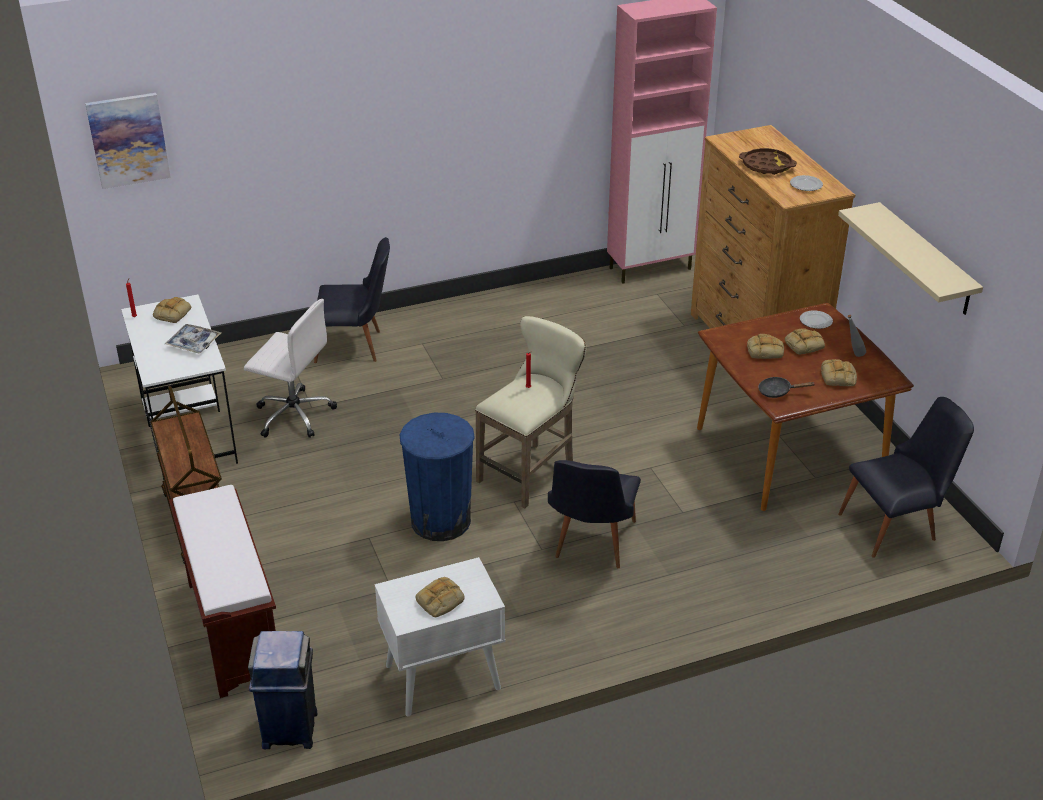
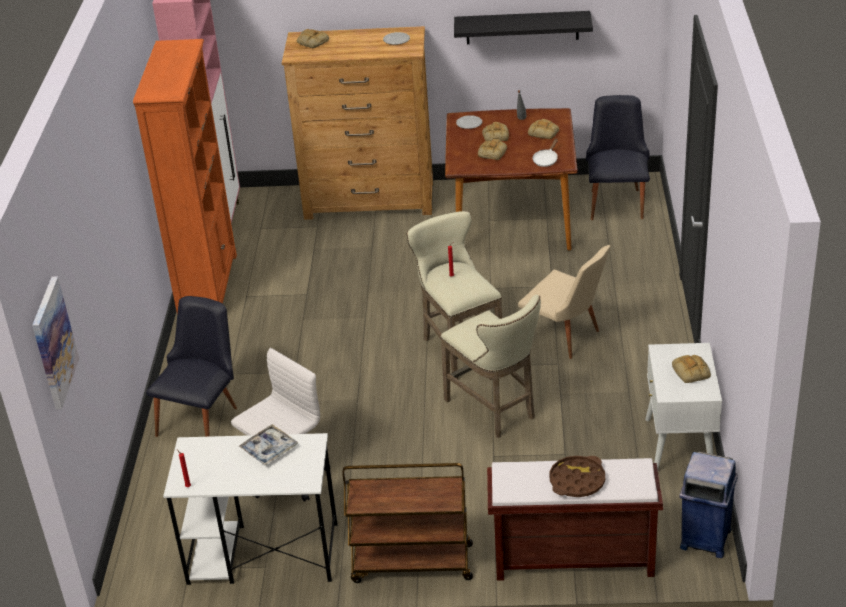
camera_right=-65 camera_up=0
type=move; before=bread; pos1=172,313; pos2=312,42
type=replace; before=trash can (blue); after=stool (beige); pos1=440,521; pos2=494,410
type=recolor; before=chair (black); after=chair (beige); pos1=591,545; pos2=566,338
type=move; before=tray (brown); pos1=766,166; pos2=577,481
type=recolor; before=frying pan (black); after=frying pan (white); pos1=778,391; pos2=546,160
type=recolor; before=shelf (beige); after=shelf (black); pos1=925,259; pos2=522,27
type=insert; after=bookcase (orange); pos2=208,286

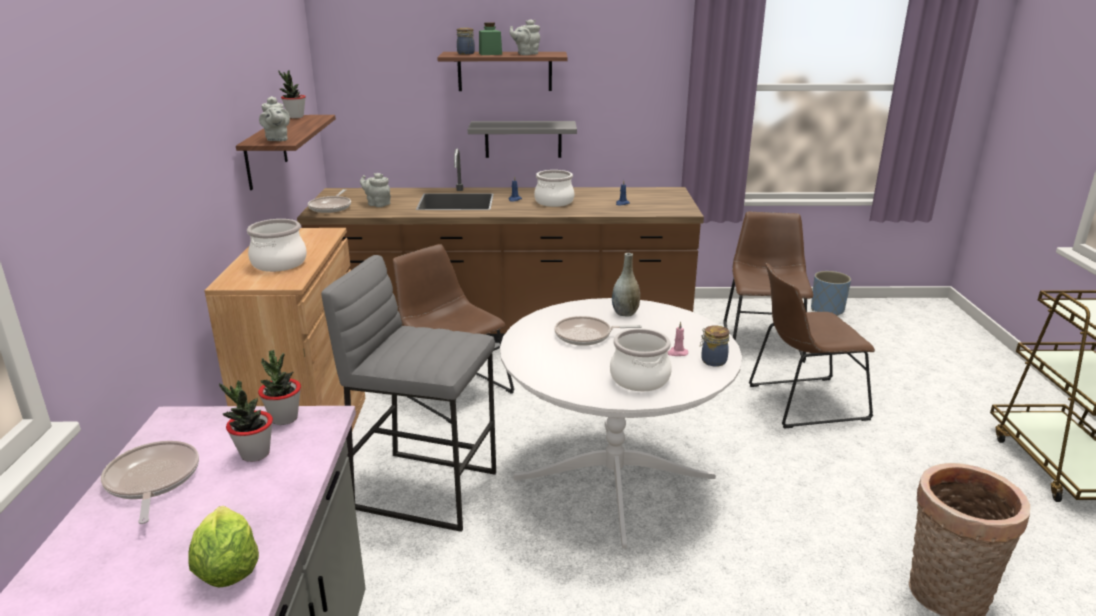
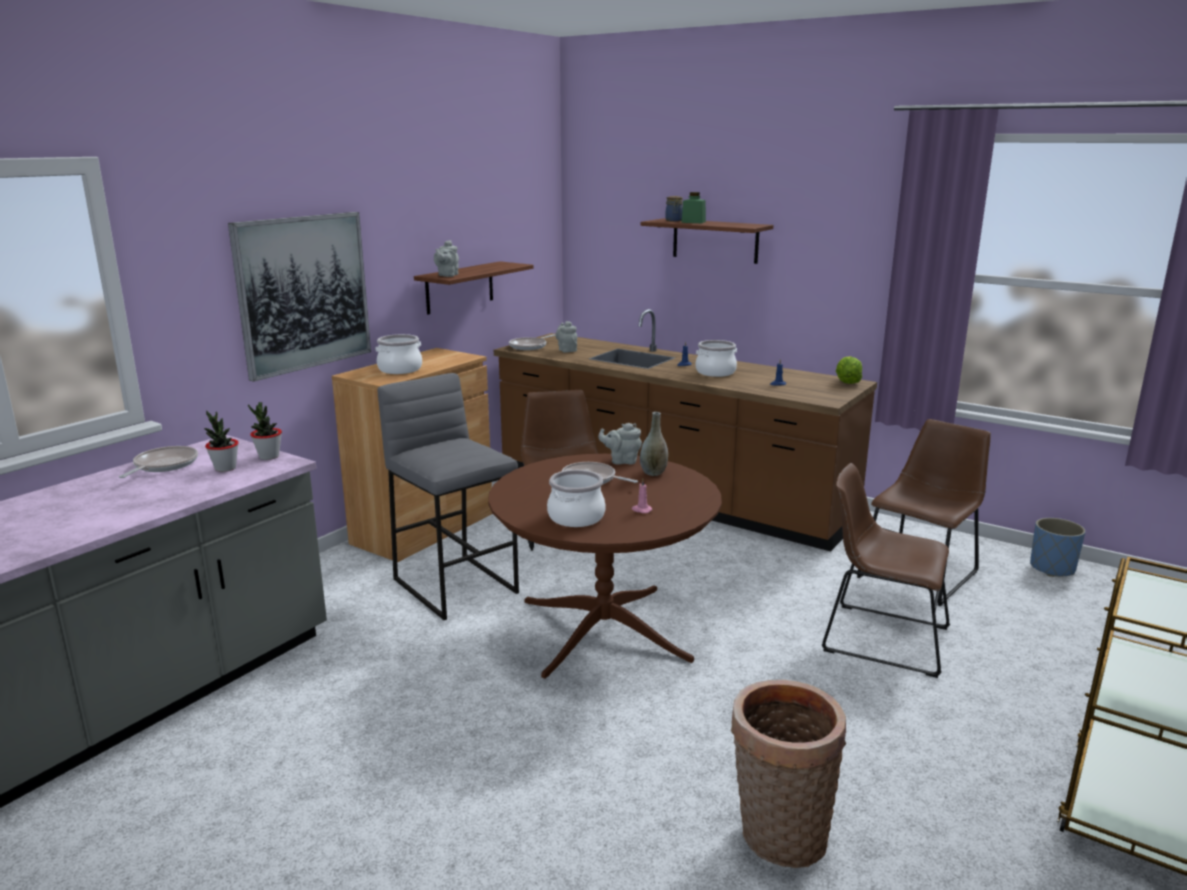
camera_right=35 camera_up=-5
type=move; before=lettuce; pos1=227,570; pos2=847,382
type=delete; before=potted plant; pos1=295,117
type=delete; before=shelf (grey); pos1=523,139
type=recolor; before=dining table (white); after=dining table (brown); pos1=613,478; pos2=604,629
type=move; before=teapot (grey); pos1=526,54; pos2=622,461
type=delete; before=jar; pos1=712,361
type=insert; after=picture; pos2=303,293

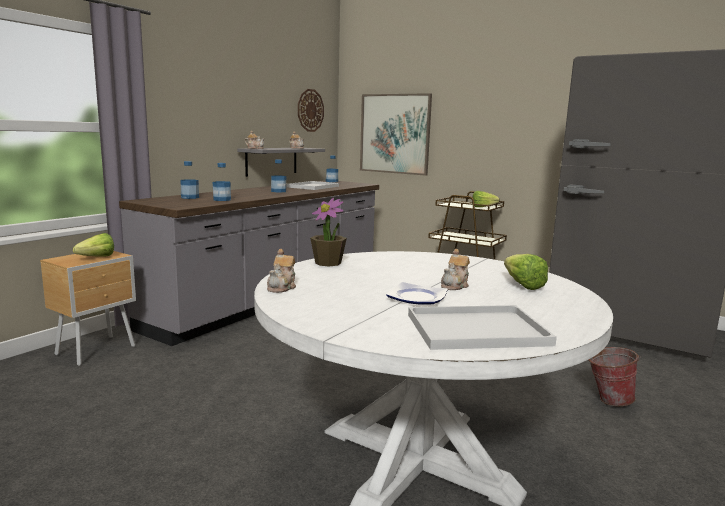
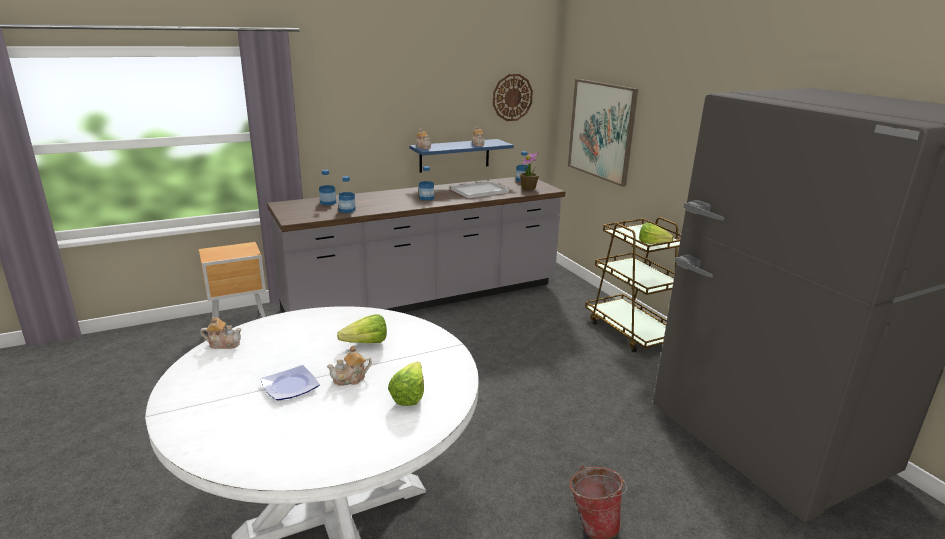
camera_right=30 camera_up=10
type=move; before=lettuce; pos1=93,258; pos2=362,344
type=recolor; before=shelf (grey); after=shelf (blue); pos1=271,161; pos2=454,155
type=rotate; before=teapot; pos1=282,287; pos2=224,344; turn=-135
type=move; before=potted plant; pos1=328,263; pos2=528,188
type=delete; before=tray (white); pos1=478,329

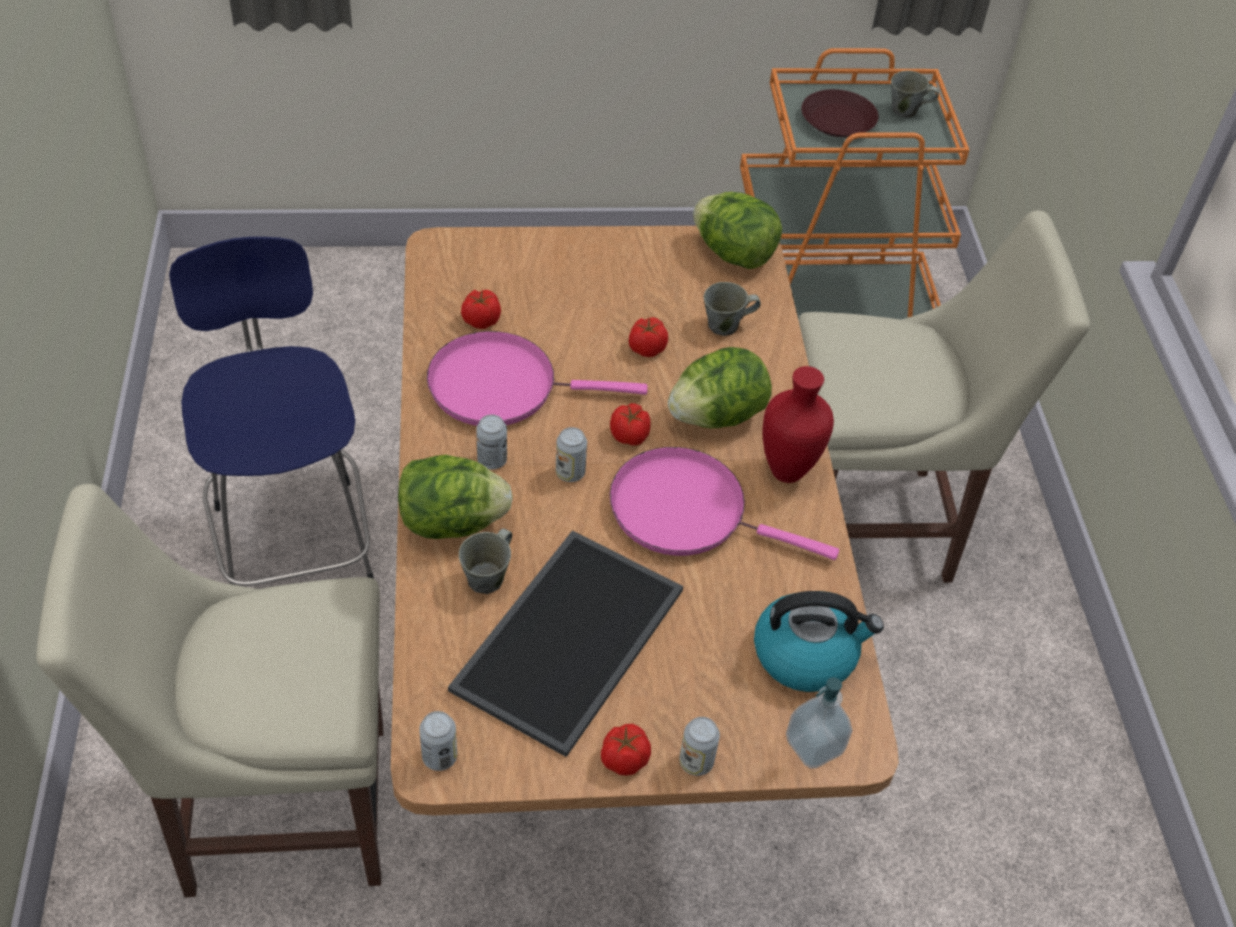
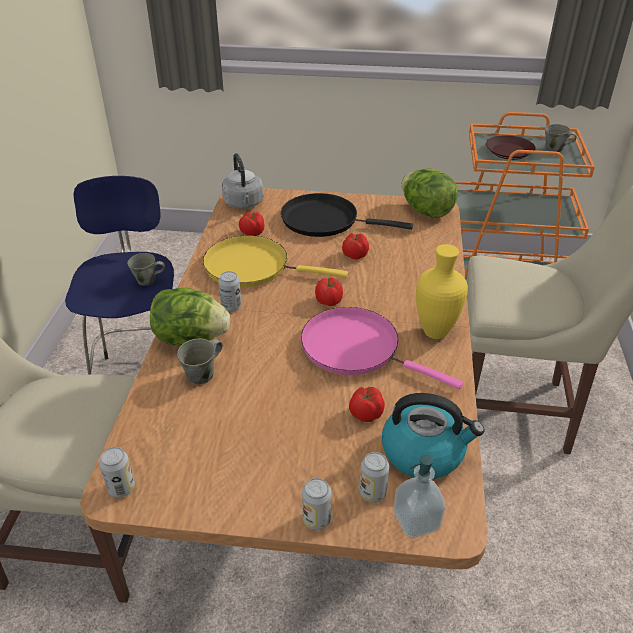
camera_right=15 camera_up=-10
type=recolor; before=frying pan (pink); after=frying pan (yellow); pos1=501,386; pos2=252,267
type=delete; before=tray; pos1=567,636
type=move; before=can; pos1=570,473; pos2=372,493
type=move; before=tomato; pos1=623,759; pos2=365,414
type=delete; before=lettuce; pos1=717,416
type=move; before=mug (grey); pos1=725,325; pos2=147,280
type=recolor; before=vase (red); after=vase (yellow); pos1=787,473; pos2=436,333
type=insert; after=kettle (grey); pos2=244,204
type=insert; after=frying pan (black); pos2=325,220

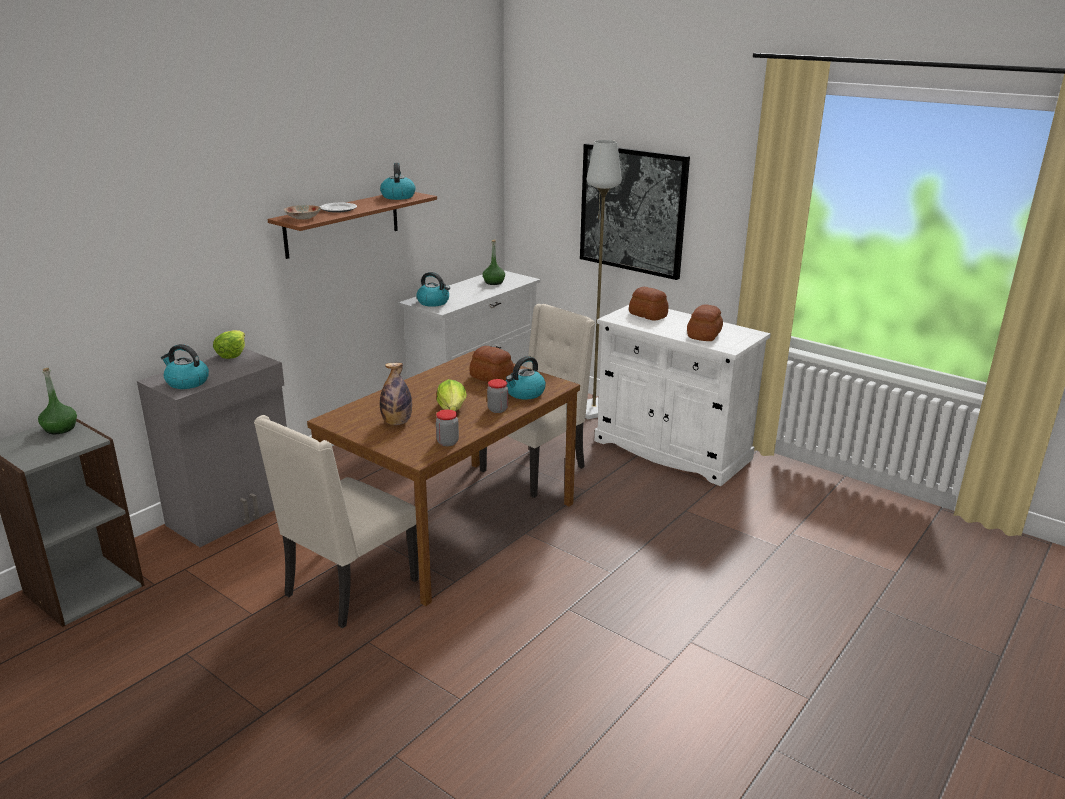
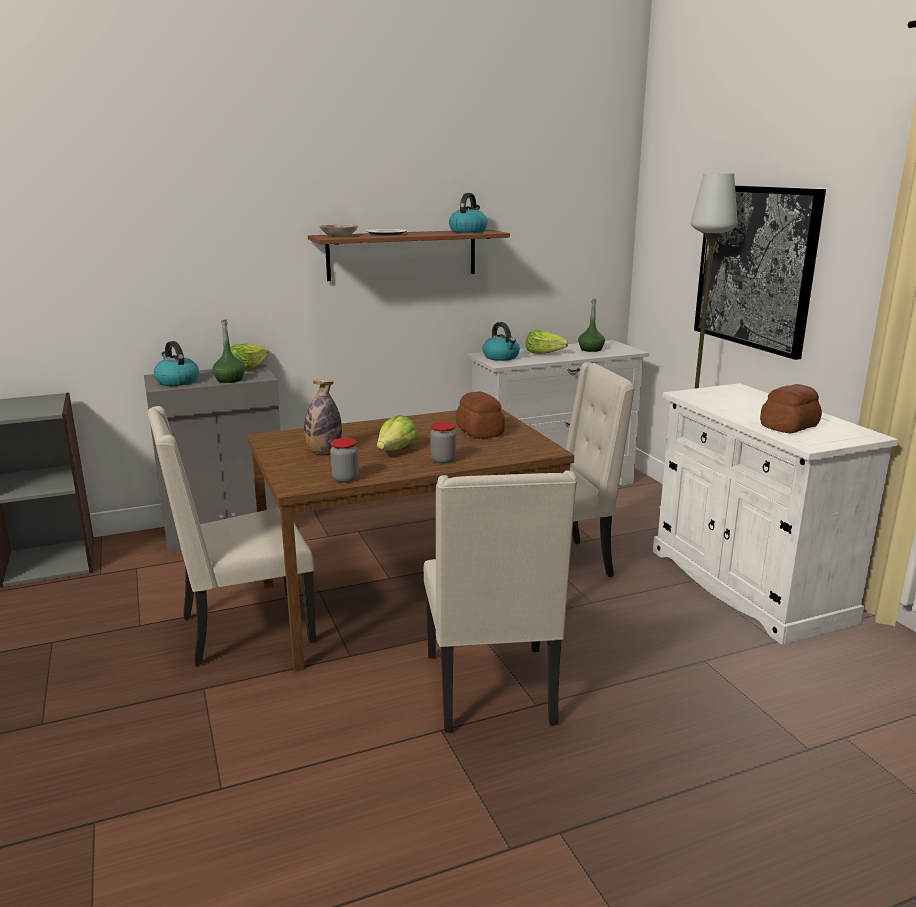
camera_right=30 camera_up=-5
type=move; before=bottle (green); pos1=60,429; pos2=229,380
type=delete; before=kettle; pos1=524,393
type=delete; before=bread; pos1=648,315
type=insert; after=chair (beige); pos2=492,690
type=insert; after=lettuce; pos2=544,353

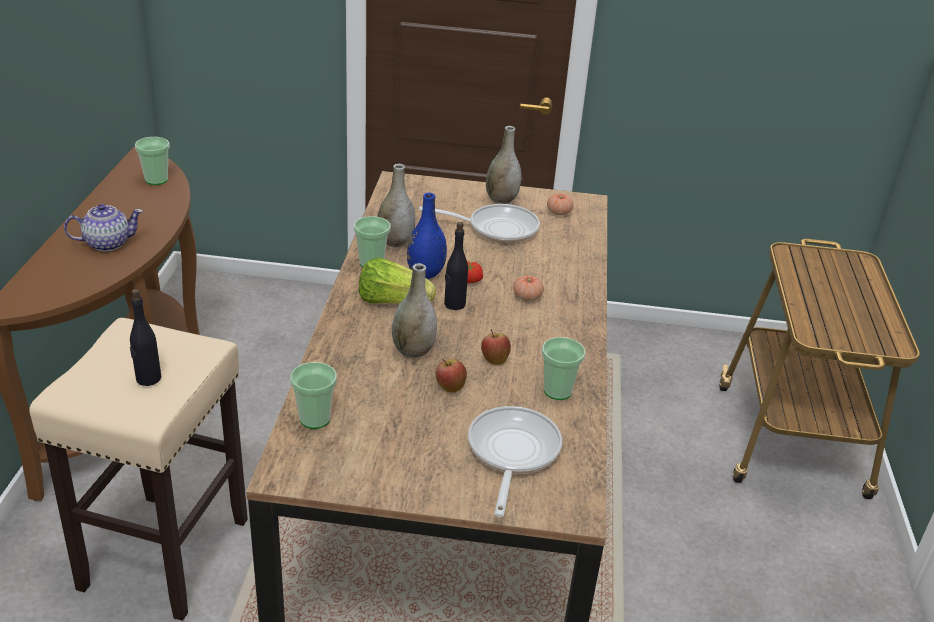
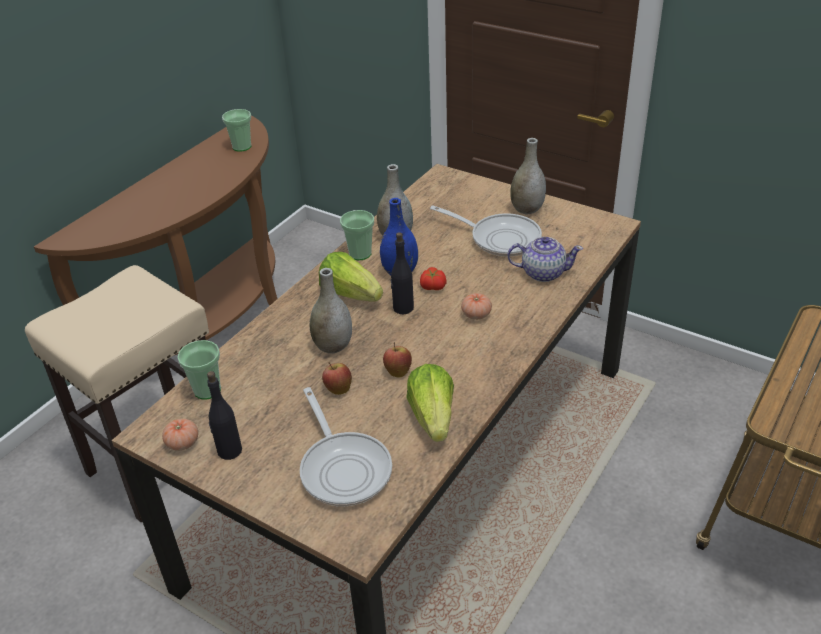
camera_right=30 camera_up=5
type=move; before=teapot; pos1=107,243; pos2=542,273
type=move; before=bottle (black); pos1=148,378; pos2=229,451
type=rotate; before=frying pan; pos1=511,454; pos2=344,468; turn=120
type=replace; before=cup; after=lettuce; pos1=557,391; pos2=433,417
type=move; before=tomato; pos1=559,212; pos2=182,443

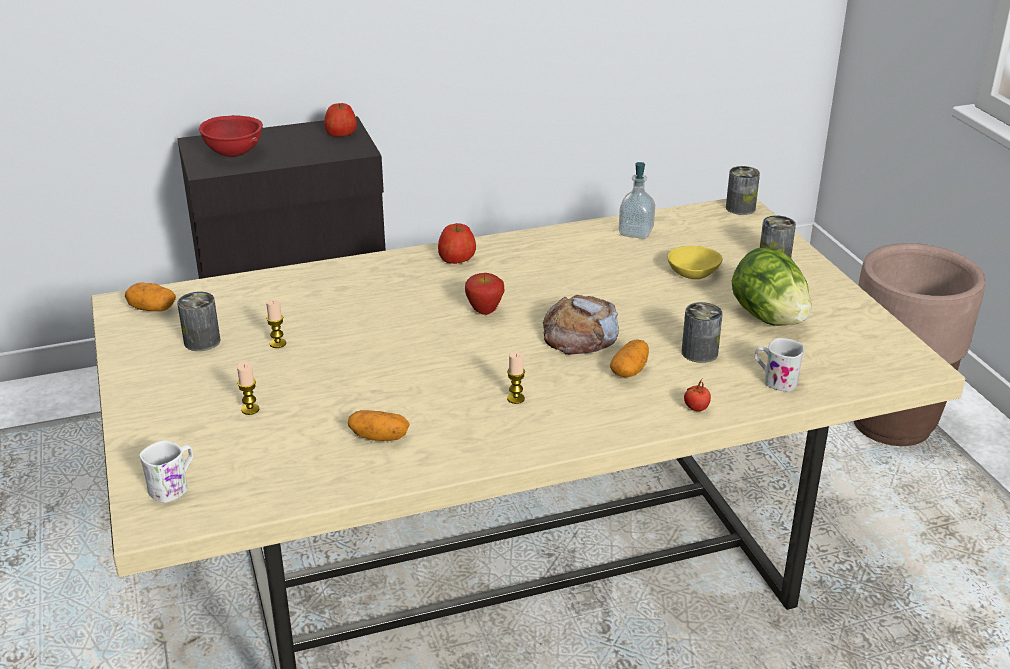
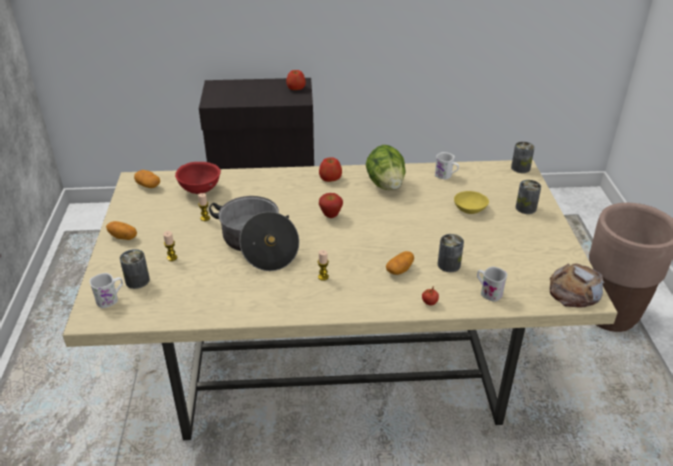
camera_right=15 camera_up=5
type=move; before=can; pos1=202,341; pos2=137,281
type=move; before=bowl (red); pos1=234,154; pos2=200,190
type=move; before=potato; pos1=379,437; pos2=123,237
type=move; before=bread; pos1=579,334; pos2=574,291
type=replace; before=soap dispenser; after=mug (white); pos1=635,232; pos2=446,176
type=move; before=lettuce; pos1=768,317; pos2=385,184
type=insert; after=cooking pot; pos2=257,245

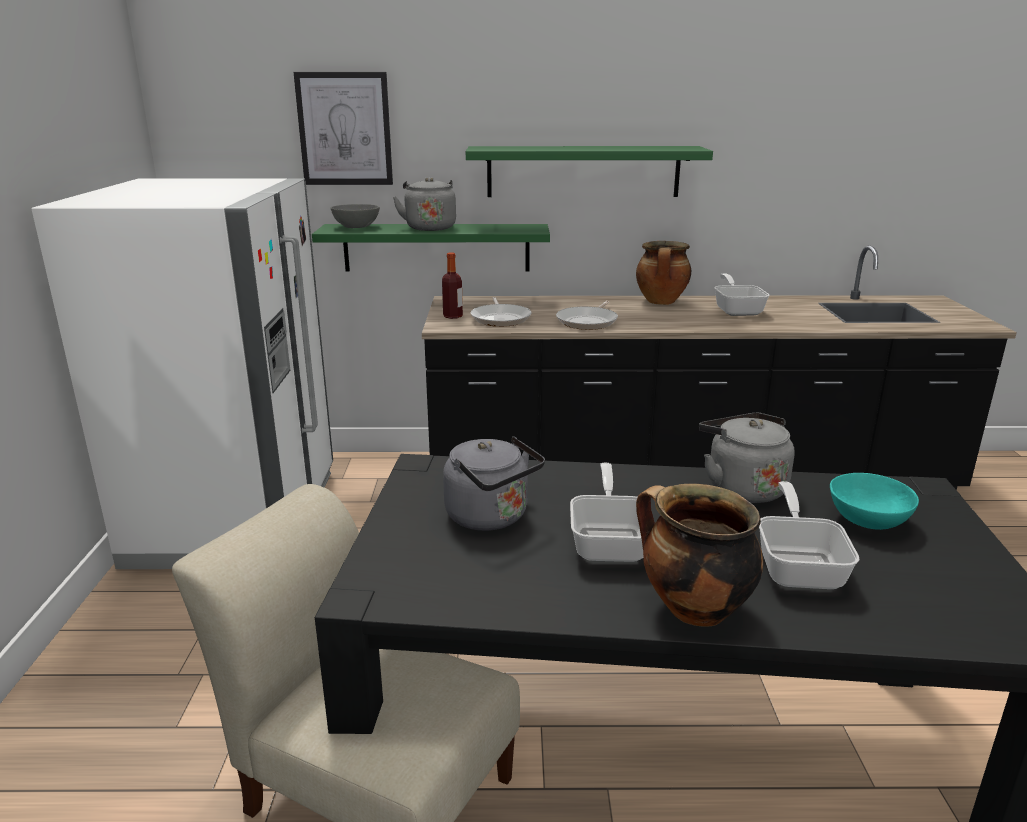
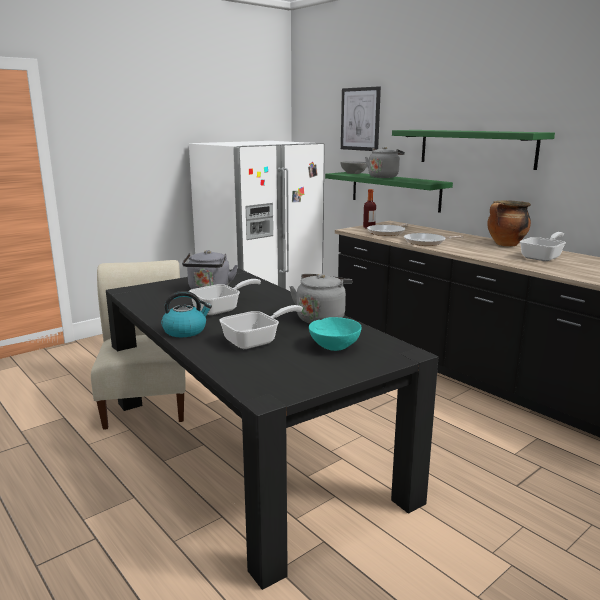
camera_right=50 camera_up=-5
type=replace; before=cooking pot; after=kettle; pos1=692,609; pos2=185,331

